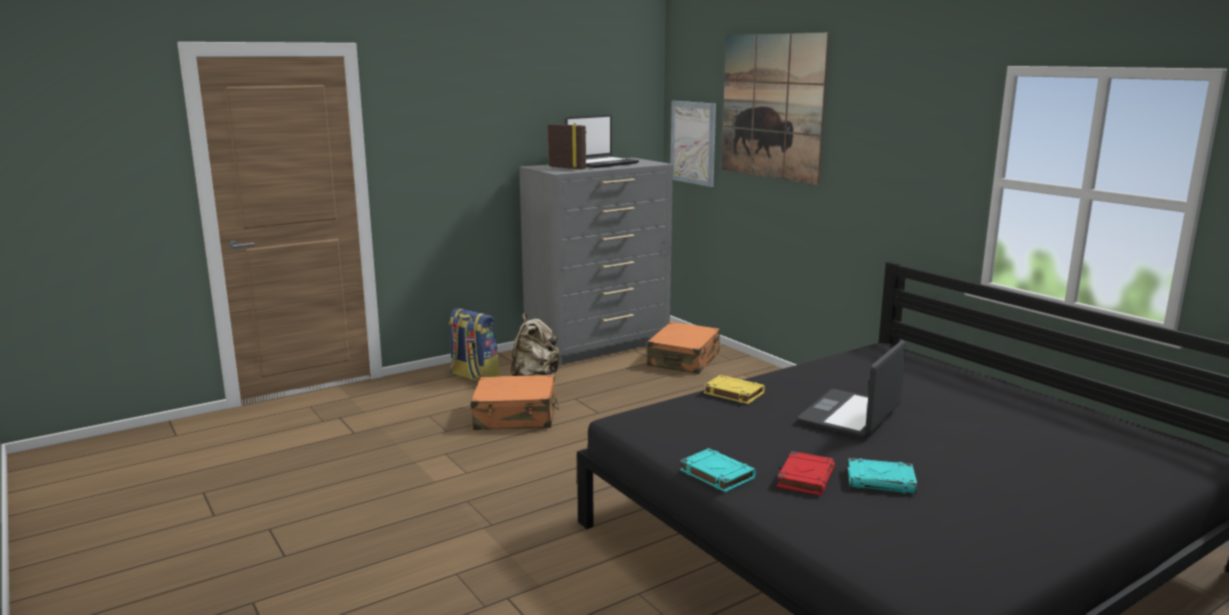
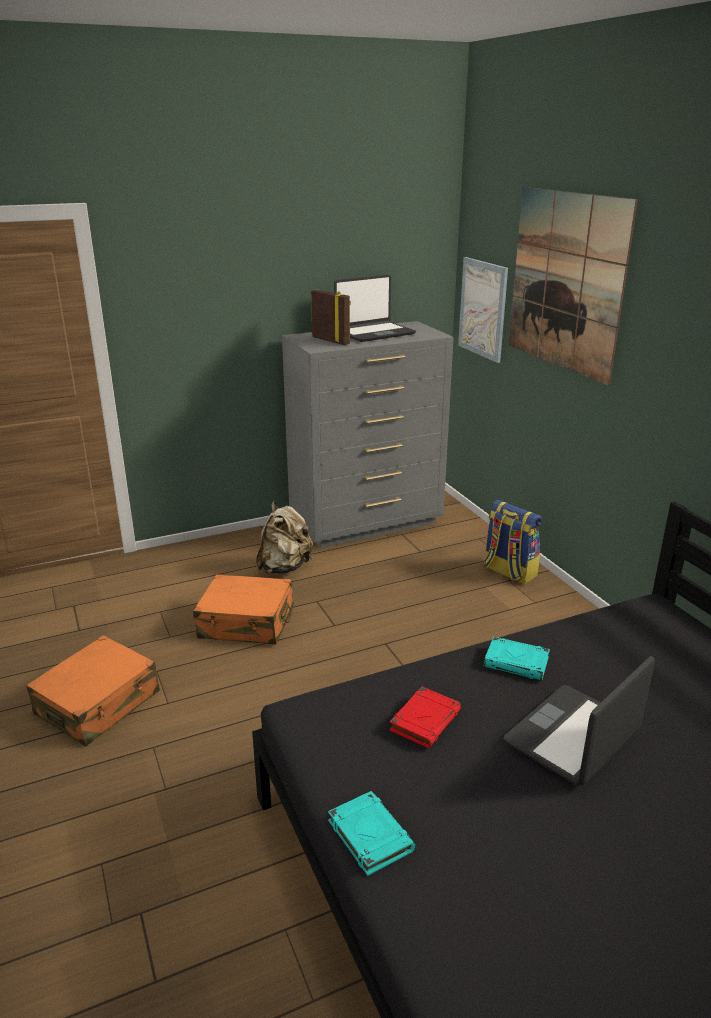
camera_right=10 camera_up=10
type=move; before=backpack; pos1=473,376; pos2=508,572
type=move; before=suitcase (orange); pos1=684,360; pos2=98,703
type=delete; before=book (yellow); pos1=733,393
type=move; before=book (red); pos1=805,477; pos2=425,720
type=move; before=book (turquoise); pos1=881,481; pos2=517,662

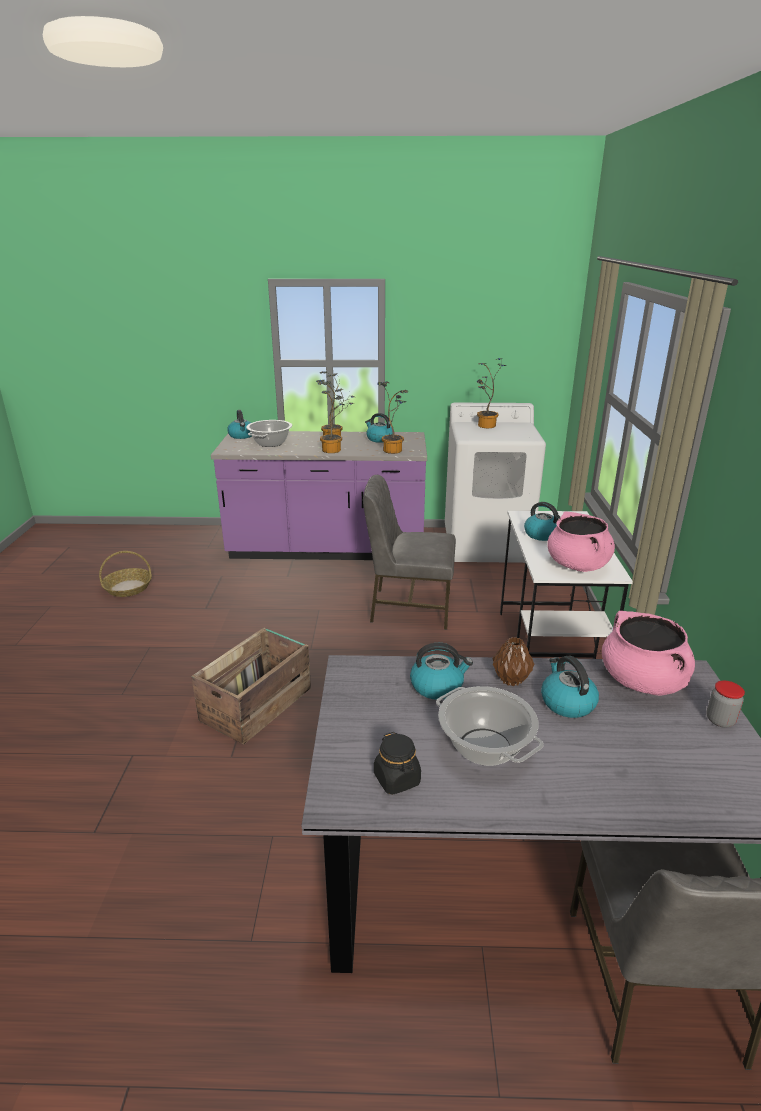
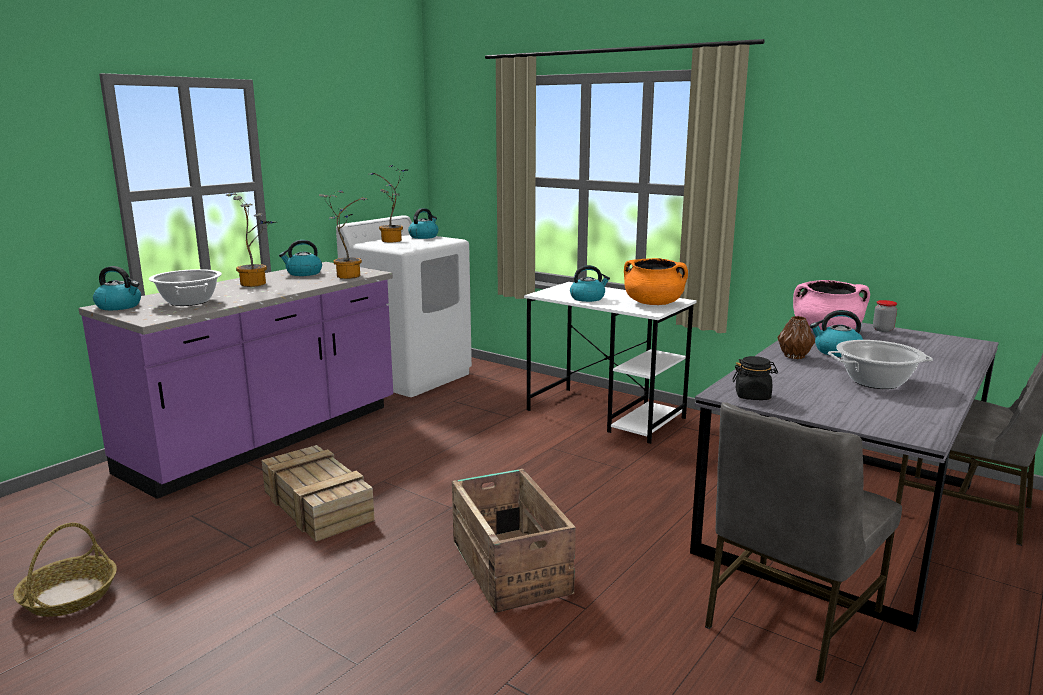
camera_right=-55 camera_up=-10
type=delete; before=potted plant; pos1=334,450
type=move; before=chair (grey); pos1=409,607; pos2=788,620
type=move; before=jar (black); pos1=397,779; pos2=753,396
type=move; before=kettle; pos1=437,686; pos2=424,236
type=recolor; before=cooking pot (pink); after=cooking pot (orange); pos1=577,565; pos2=653,303
type=insert; after=crate; pos2=319,506

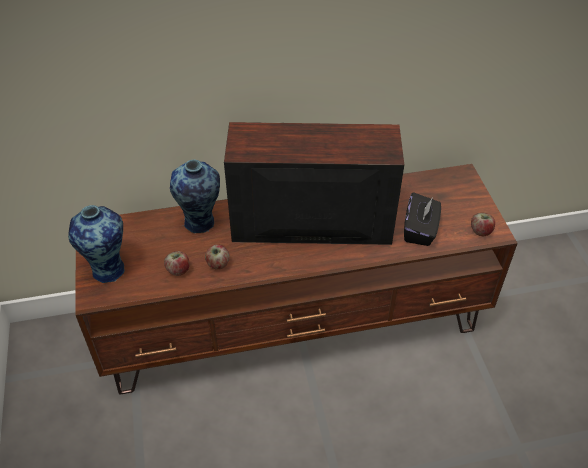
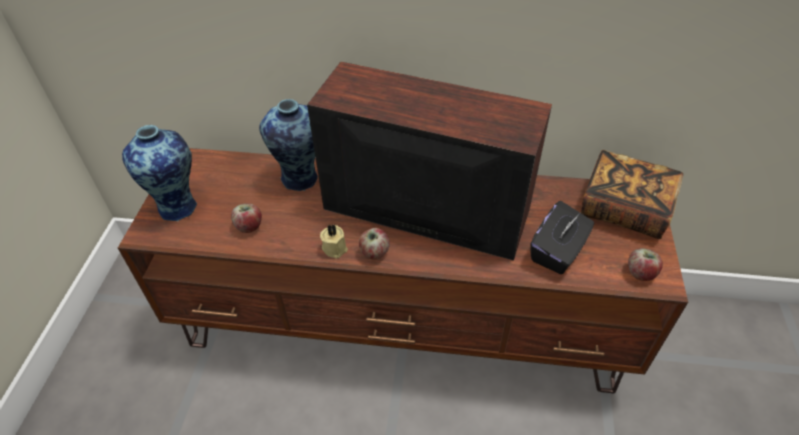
camera_right=20 camera_up=0
type=move; before=apple; pos1=218,264; pos2=374,252
type=insert; after=candle (beige); pos2=335,247
type=insert; after=book; pos2=624,209

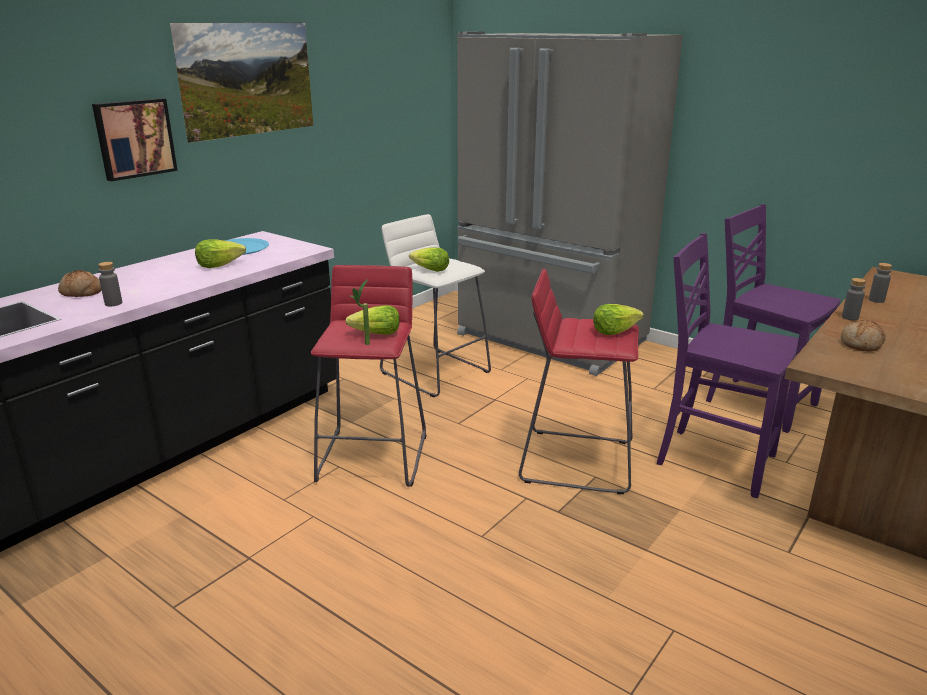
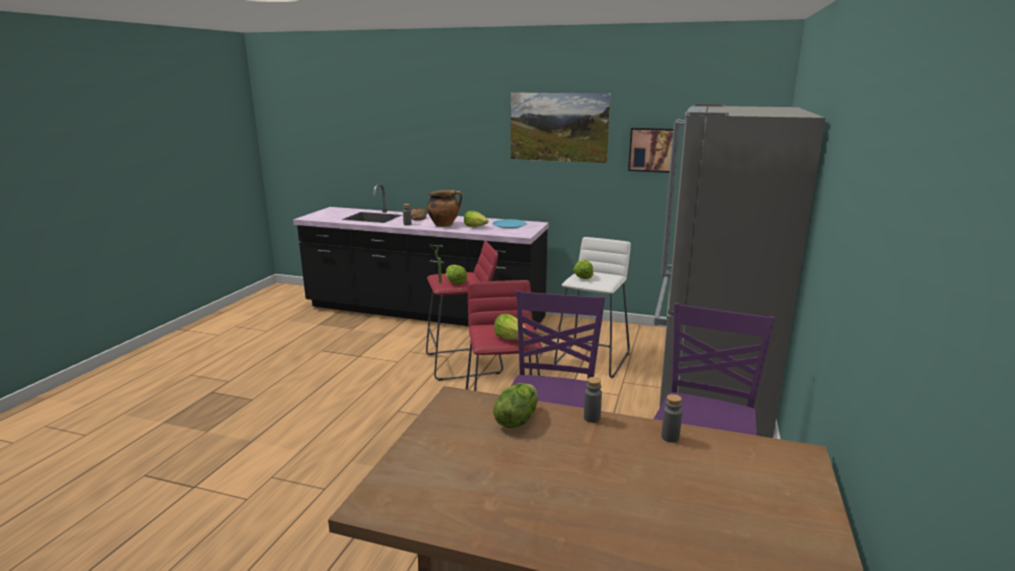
camera_right=70 camera_up=-5
type=move; before=picture; pos1=134,138; pos2=651,149
type=replace; before=bread; after=lettuce; pos1=862,344; pos2=516,420
type=insert; after=cooking pot; pos2=444,225

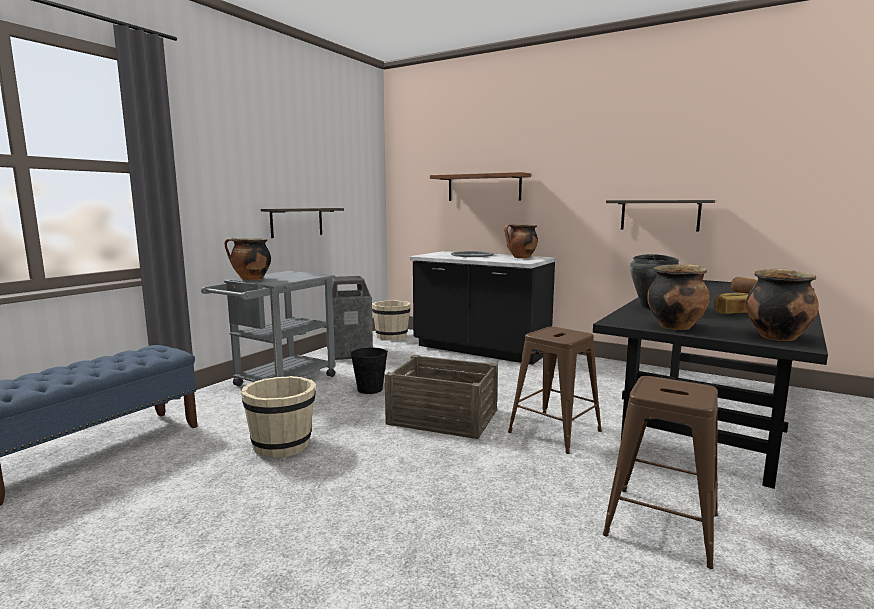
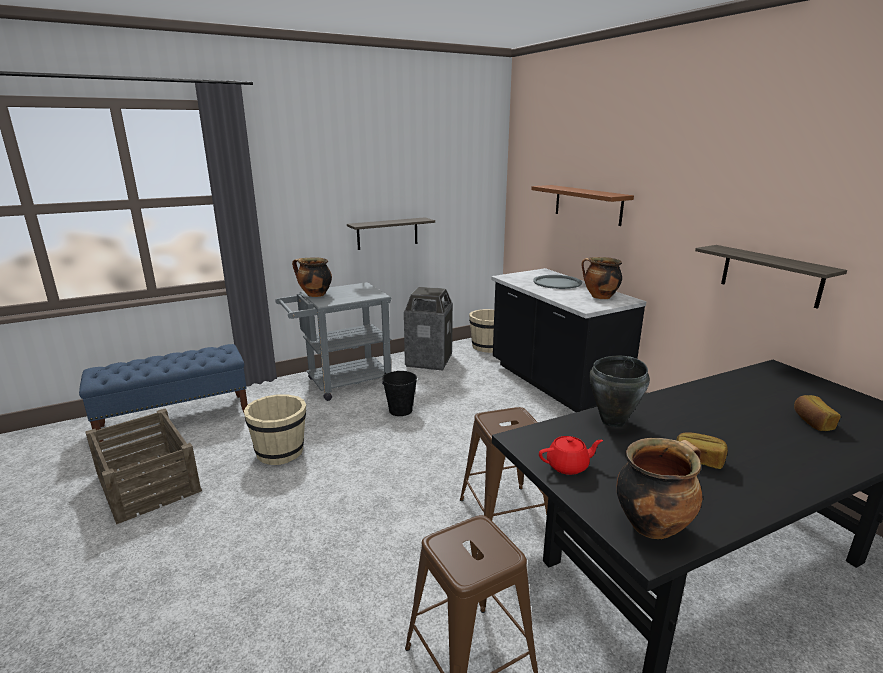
camera_right=30 camera_up=10
type=move; before=crate; pos1=443,417; pos2=147,483
type=replace; before=cooking pot; after=teapot (red); pos1=675,326; pos2=568,466

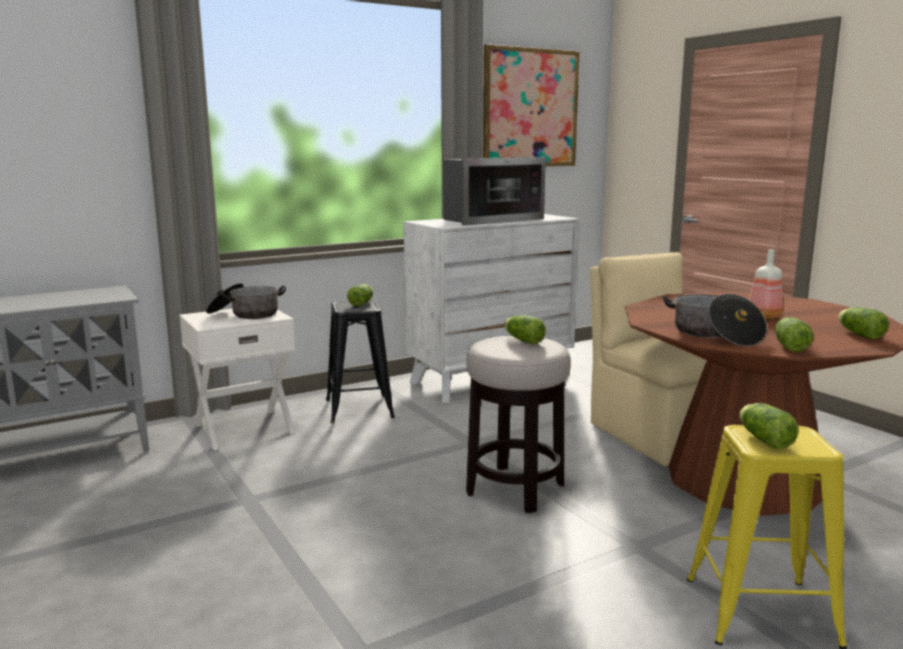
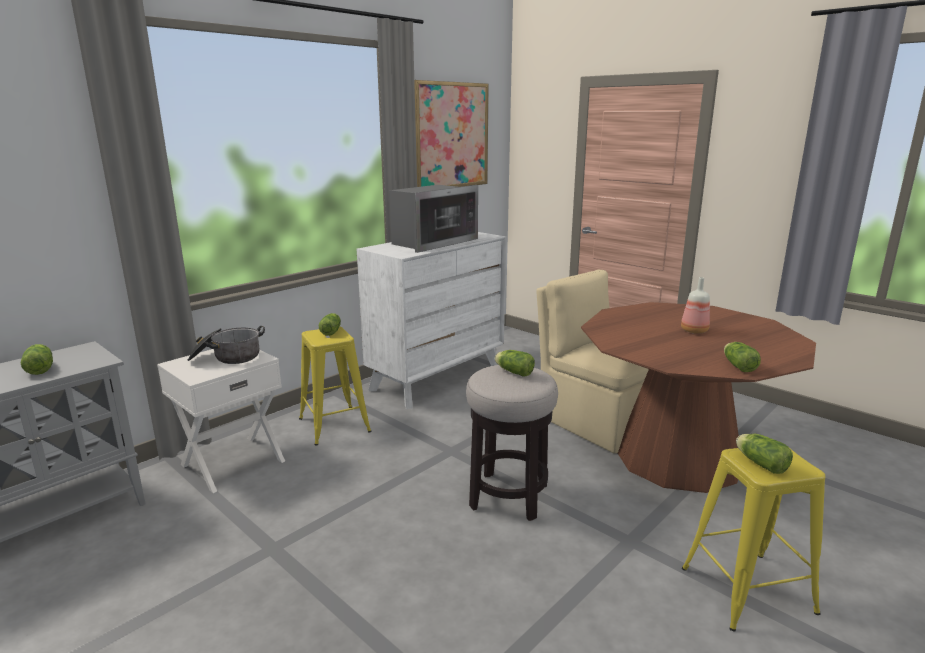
camera_right=-15 camera_up=5
type=recolor; before=stool (black); after=stool (yellow); pos1=359,408; pos2=334,425
type=delete; before=cooking pot; pos1=714,334
type=move; before=lettuce; pos1=858,334; pos2=40,368

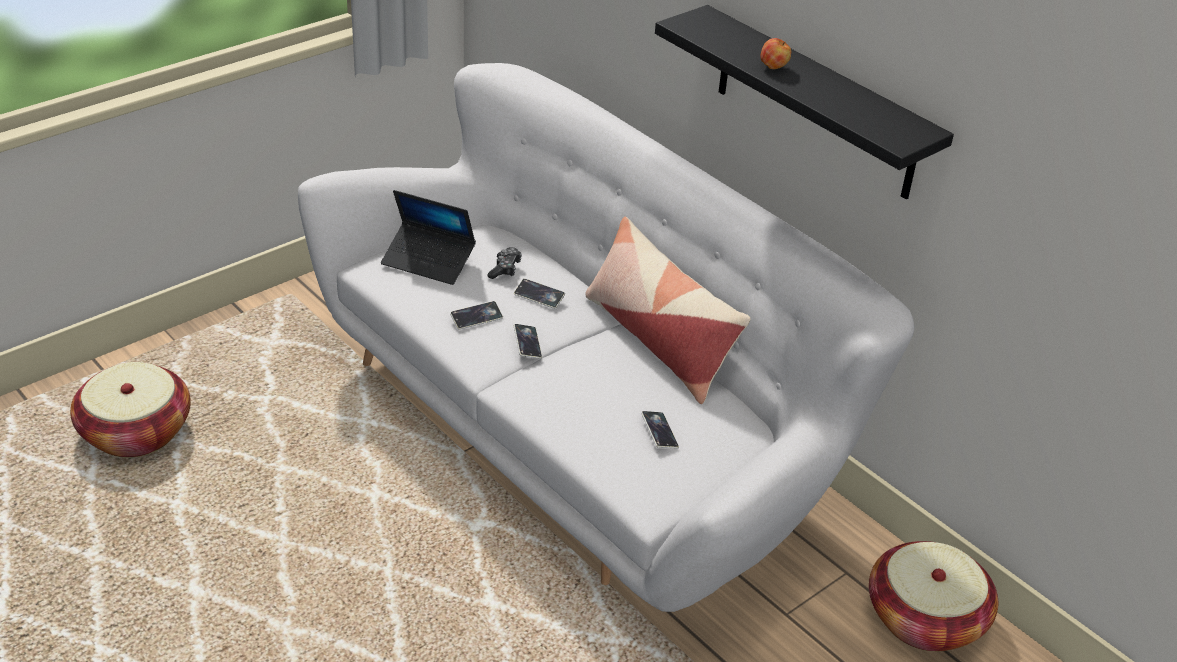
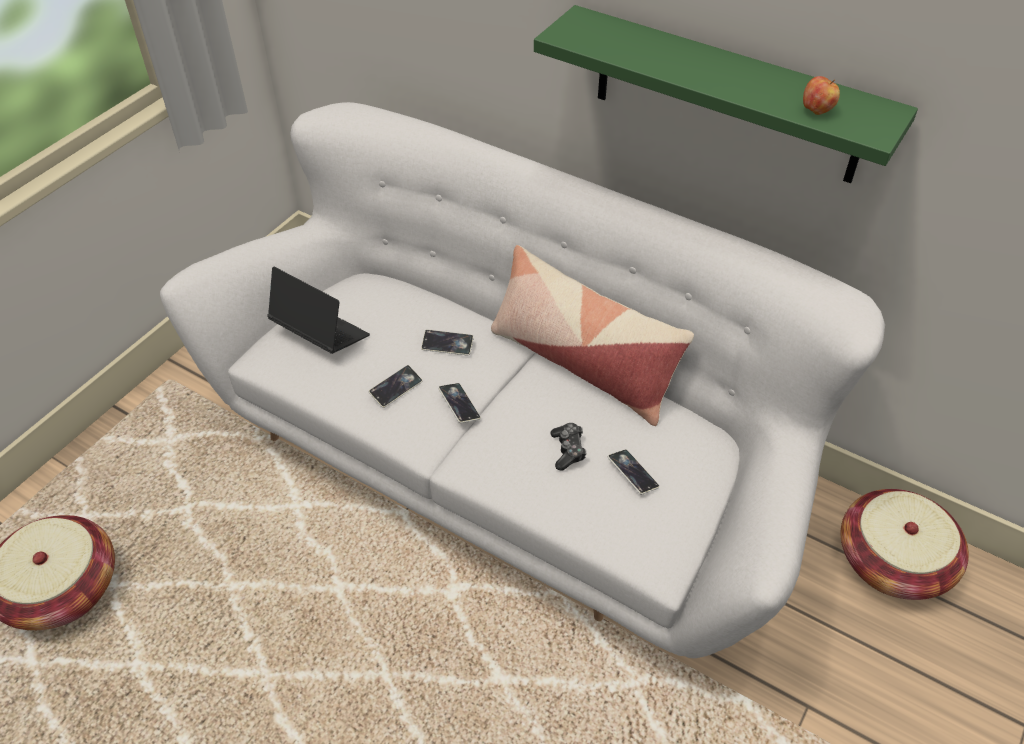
camera_right=-15 camera_up=10
type=rotate; before=laptop; pos1=428,261; pos2=320,333; turn=-150
type=move; before=game controller; pos1=505,269; pos2=568,450
type=recolor; before=shelf (black); after=shelf (green); pos1=816,104; pos2=726,96
type=move; before=apple; pos1=774,67; pos2=816,110

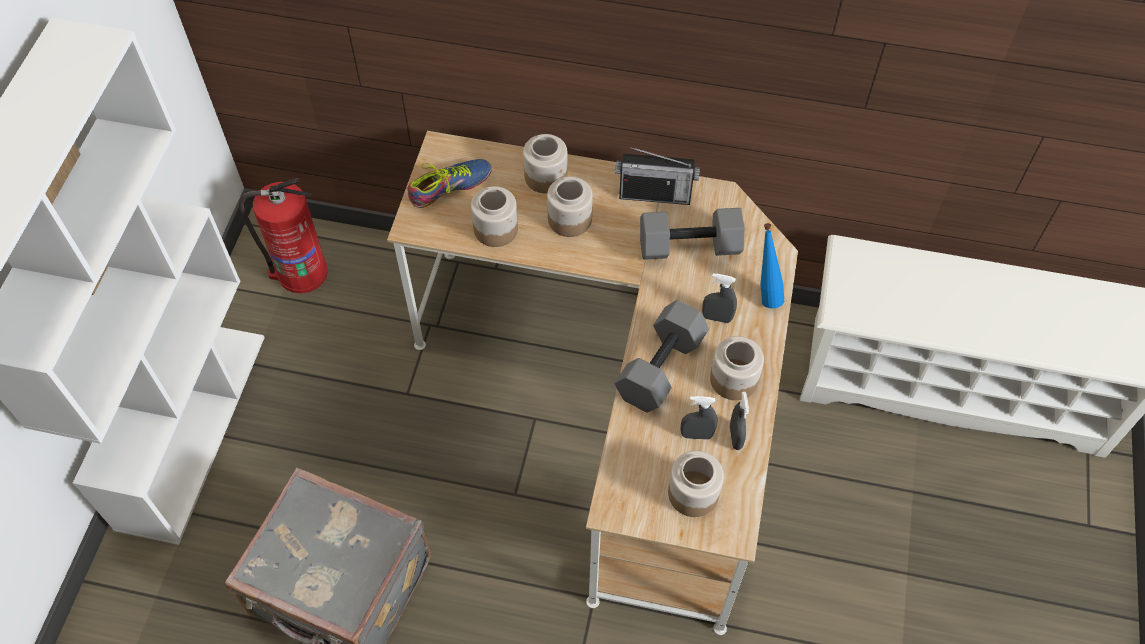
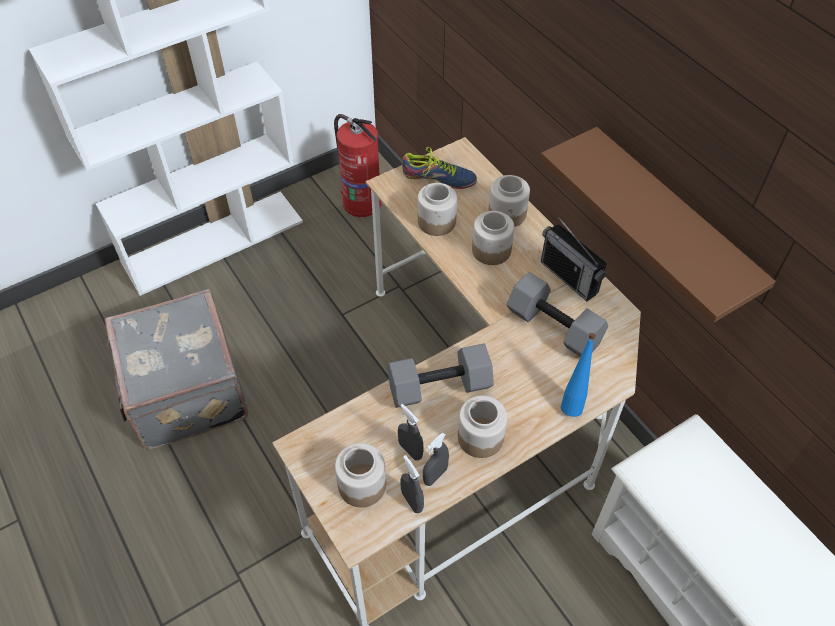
camera_right=45 camera_up=-5
type=move; before=spray bottle (grey); pos1=717,318; pos2=412,501
type=insert; after=shelf (brown); pos2=670,223

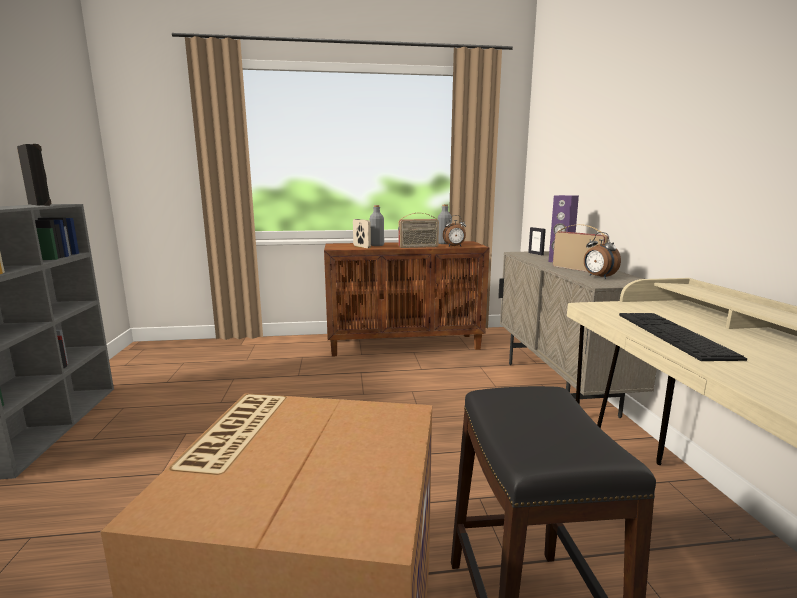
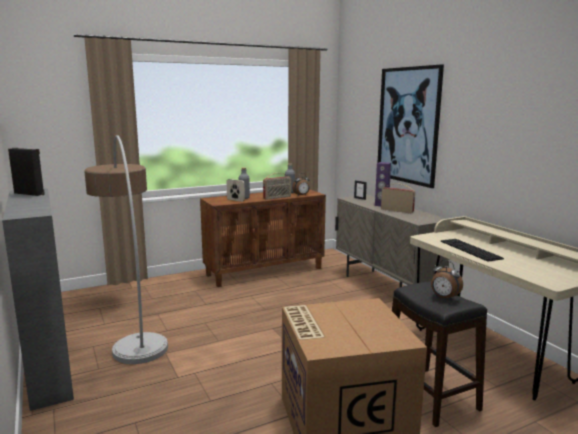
camera_right=-20 camera_up=0
type=move; before=alarm clock; pos1=598,277; pos2=444,298
type=insert; after=floor lamp; pos2=131,319
type=insert; after=picture; pos2=408,125

